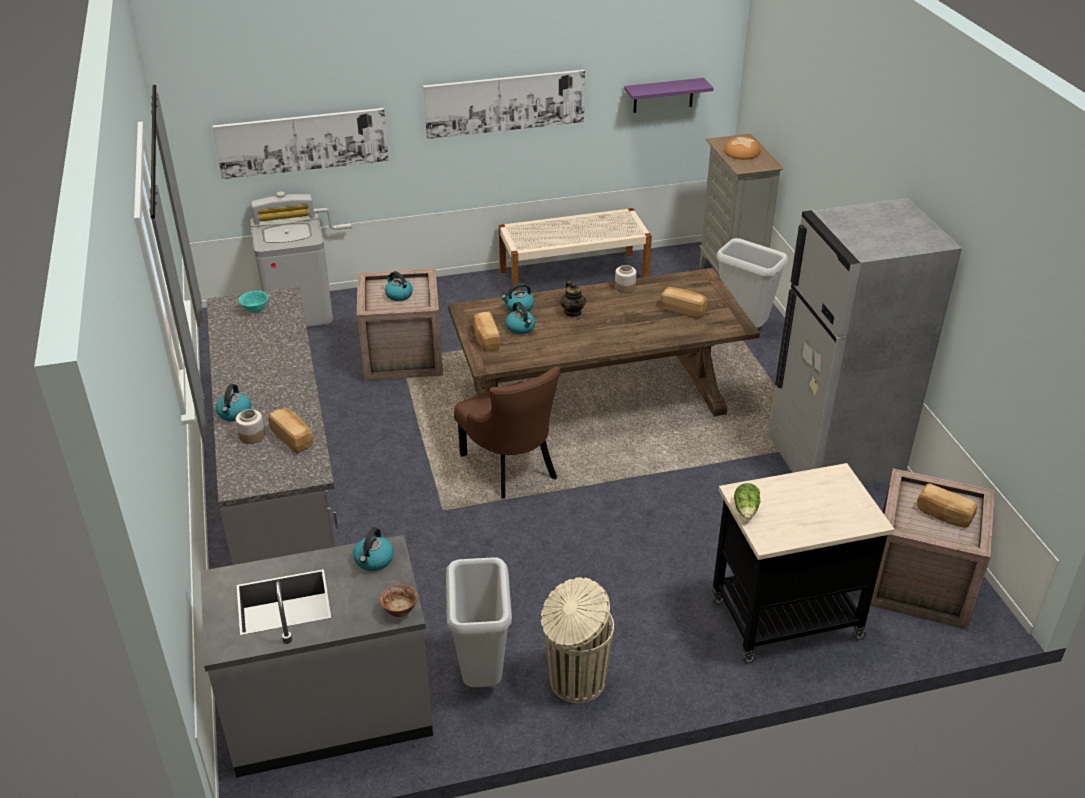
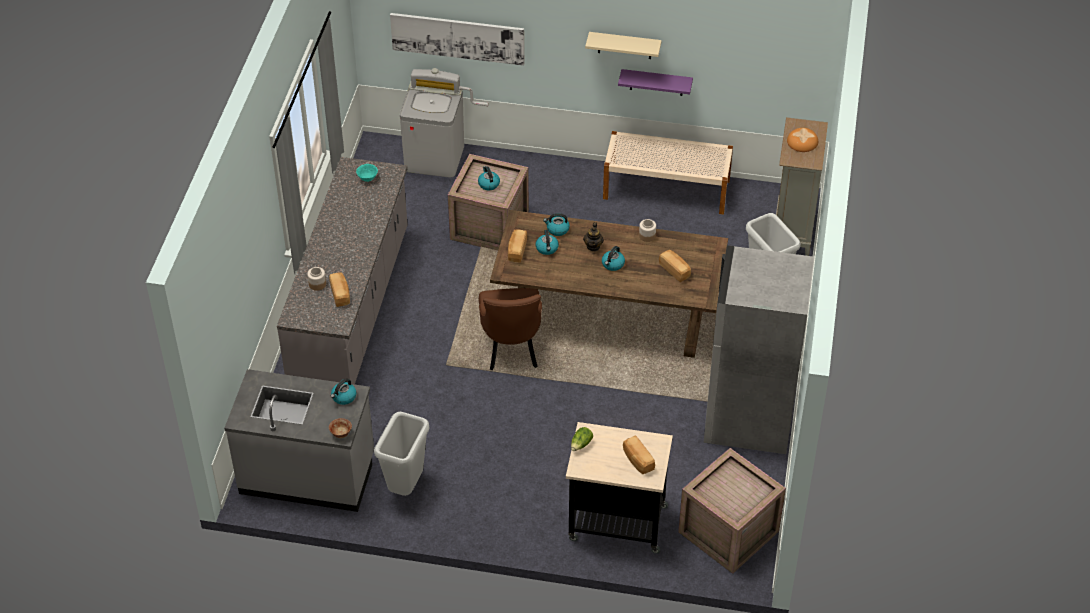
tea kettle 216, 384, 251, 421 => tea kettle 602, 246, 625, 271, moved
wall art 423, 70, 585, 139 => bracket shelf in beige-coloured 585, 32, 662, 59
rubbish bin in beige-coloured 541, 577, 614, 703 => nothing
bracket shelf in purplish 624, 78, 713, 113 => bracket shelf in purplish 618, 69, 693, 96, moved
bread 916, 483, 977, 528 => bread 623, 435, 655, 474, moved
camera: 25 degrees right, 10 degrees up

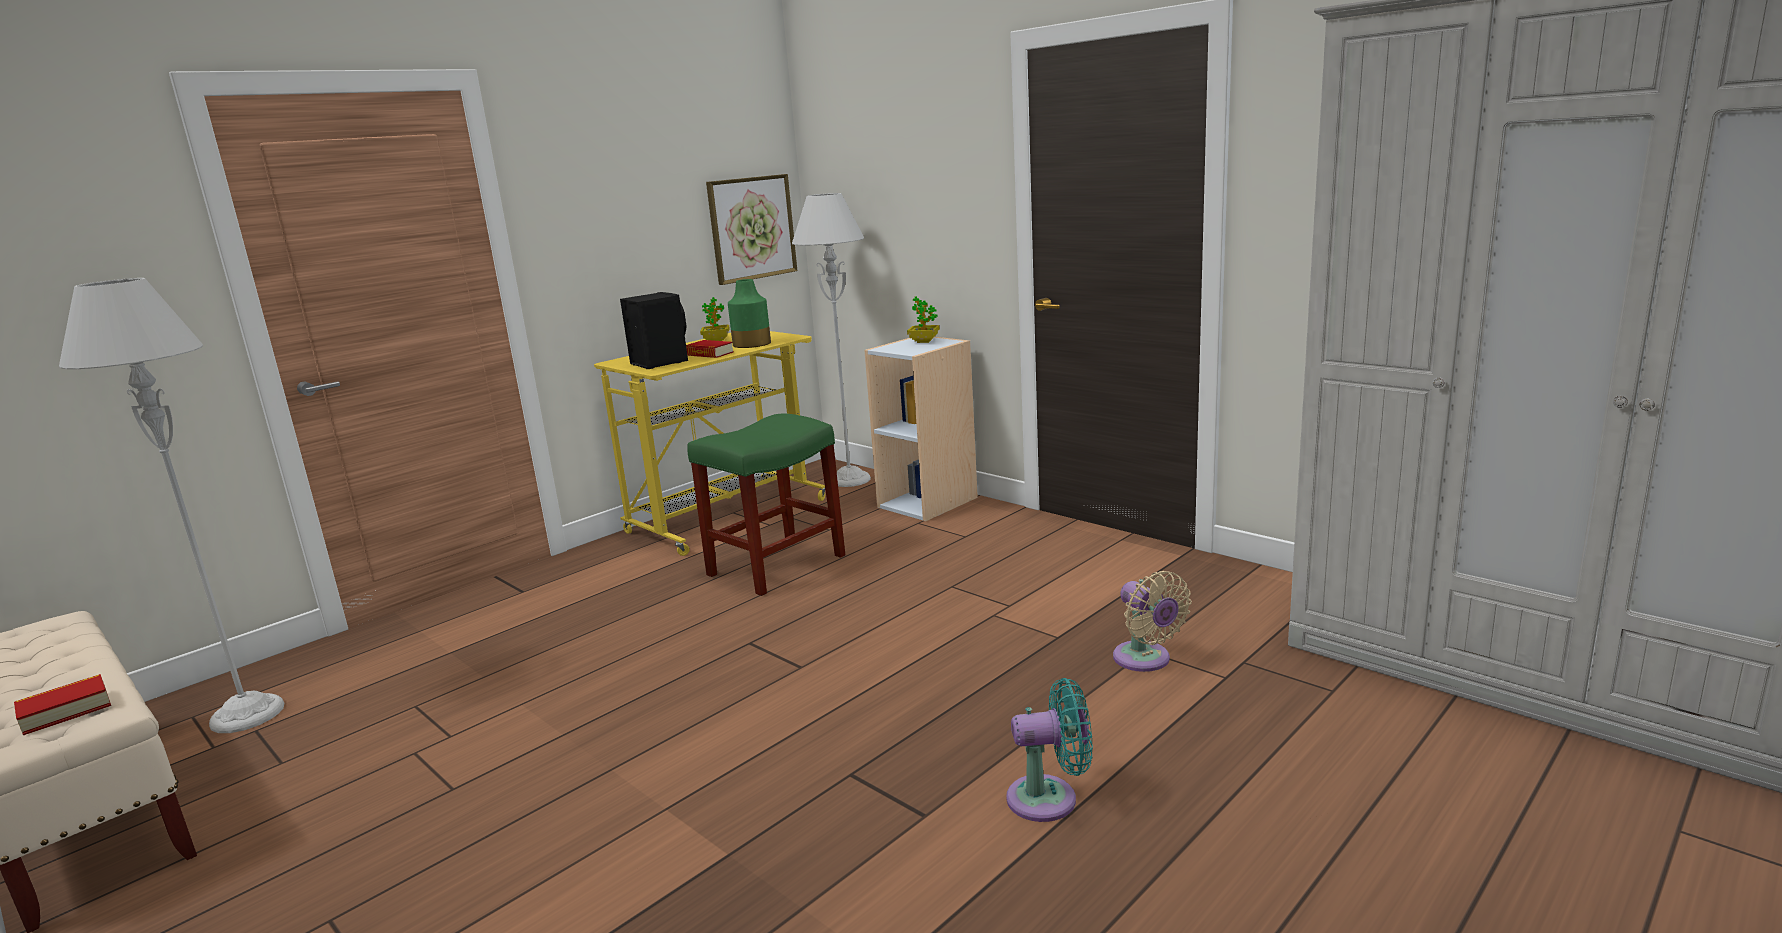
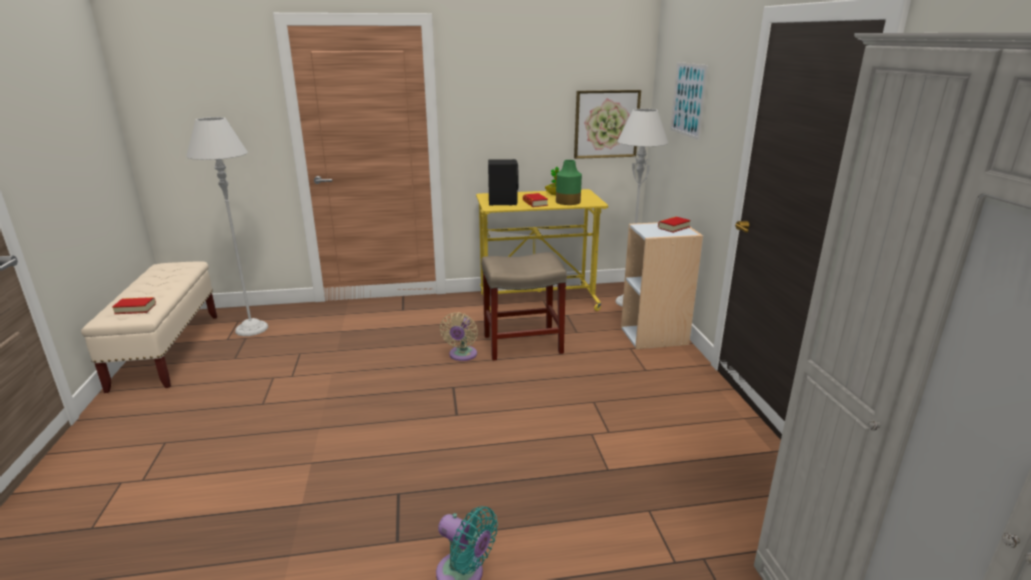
sitting stool in green-coloured 687, 414, 845, 596 => sitting stool in beige-coloured 481, 252, 567, 361
plant in a pot 907, 296, 940, 343 => book 658, 216, 691, 233
electric fan in beige-coloured 1113, 571, 1192, 672 => electric fan in beige-coloured 440, 312, 478, 361, moved
nothing => wall art 670, 62, 708, 140
camera: 35 degrees right, 5 degrees up

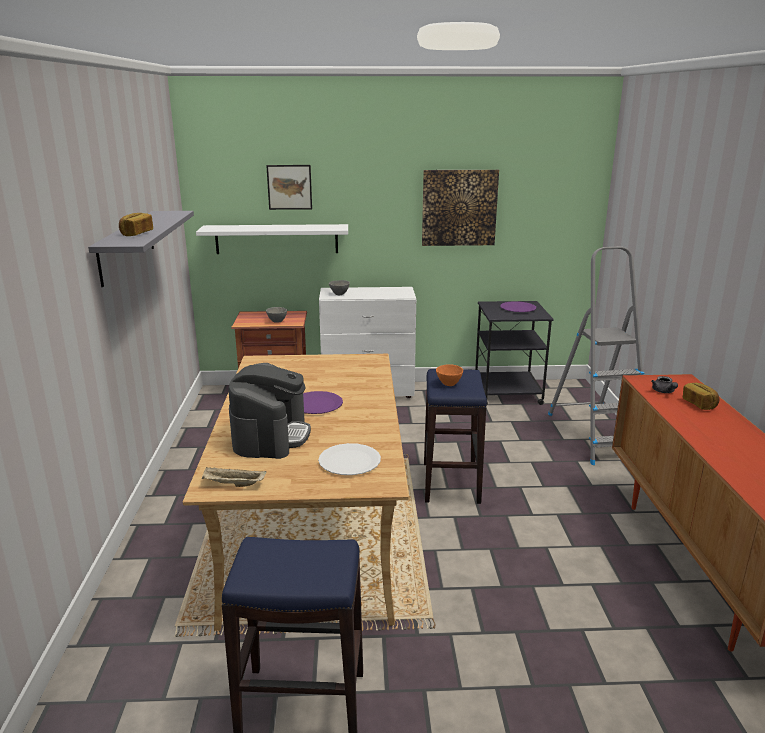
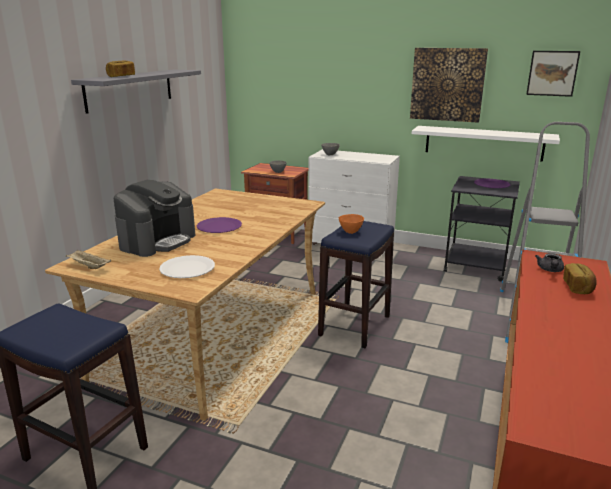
bracket shelf in whitish 196, 224, 348, 254 => bracket shelf in whitish 412, 126, 560, 162, moved
wall art 266, 165, 312, 210 => wall art 526, 51, 580, 97, moved
camera: 25 degrees right, 0 degrees up

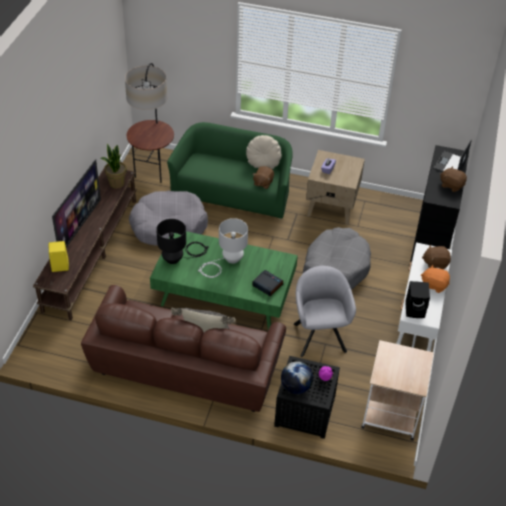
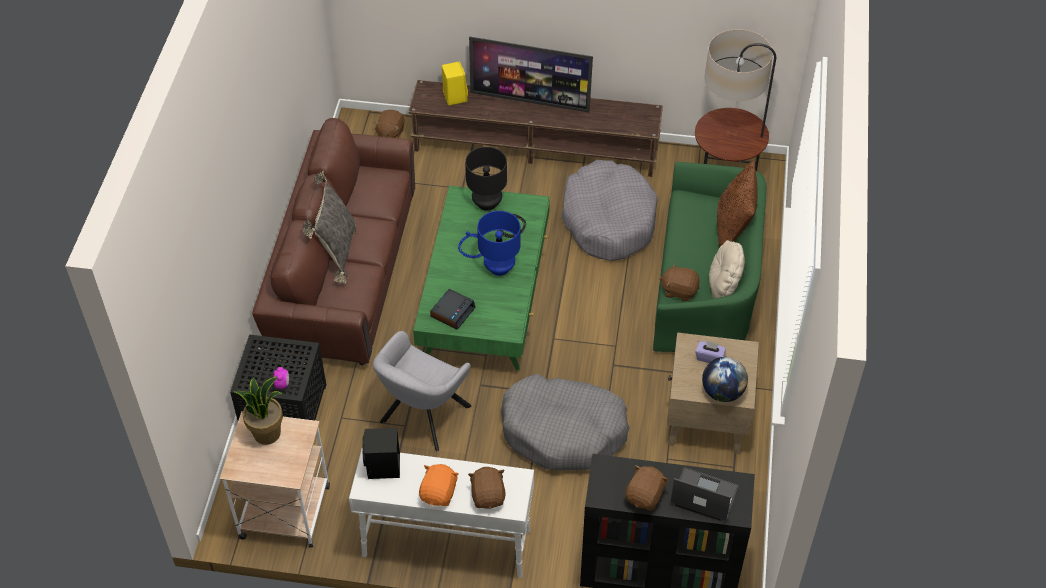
plant in a pot 100, 144, 127, 189 => plant in a pot 233, 377, 283, 445, moved
table lamp in whitish 198, 218, 248, 278 => table lamp in blue 458, 211, 521, 276
world globe 281, 361, 313, 394 => world globe 702, 357, 748, 402, moved
lounge chair in grey 294, 266, 356, 357 => lounge chair in grey 373, 331, 472, 451, 135 degrees clockwise
nothing => plush toy in brown 374, 110, 405, 138
nothing => cushion in brown 717, 160, 758, 247
camera: 85 degrees right, 5 degrees up

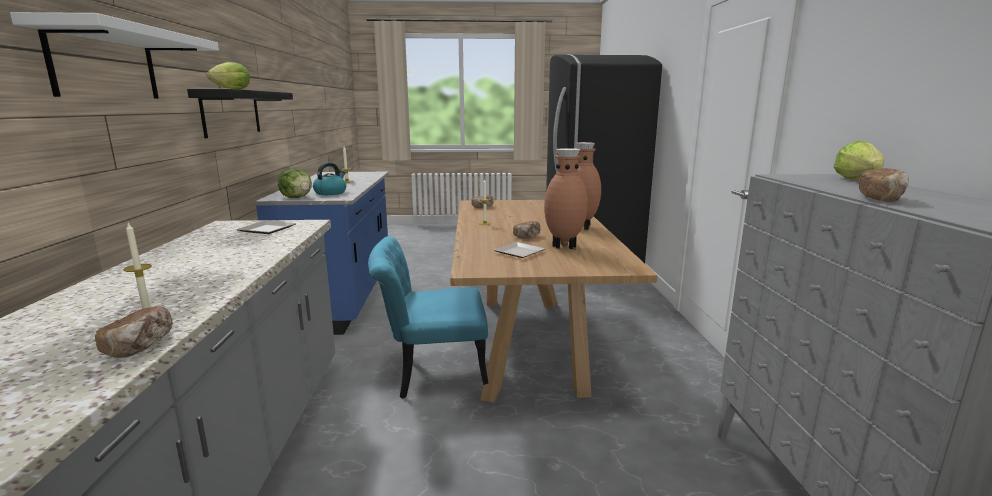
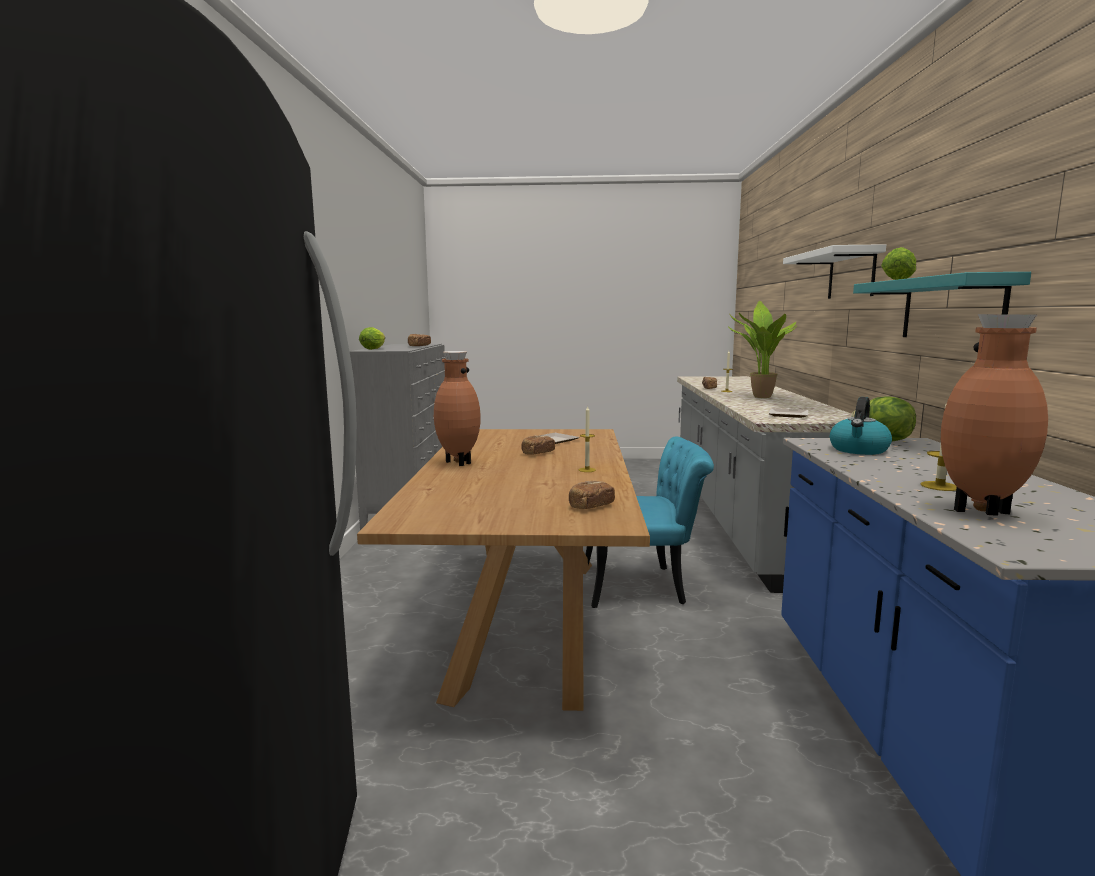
bracket shelf in black 187, 89, 293, 138 => bracket shelf in turquoise 853, 272, 1031, 337
flower vase in brown 544, 148, 588, 249 => flower vase in brown 941, 314, 1048, 516, moved
nothing => plant in a pot 728, 301, 797, 398
camera: 175 degrees left, 5 degrees down

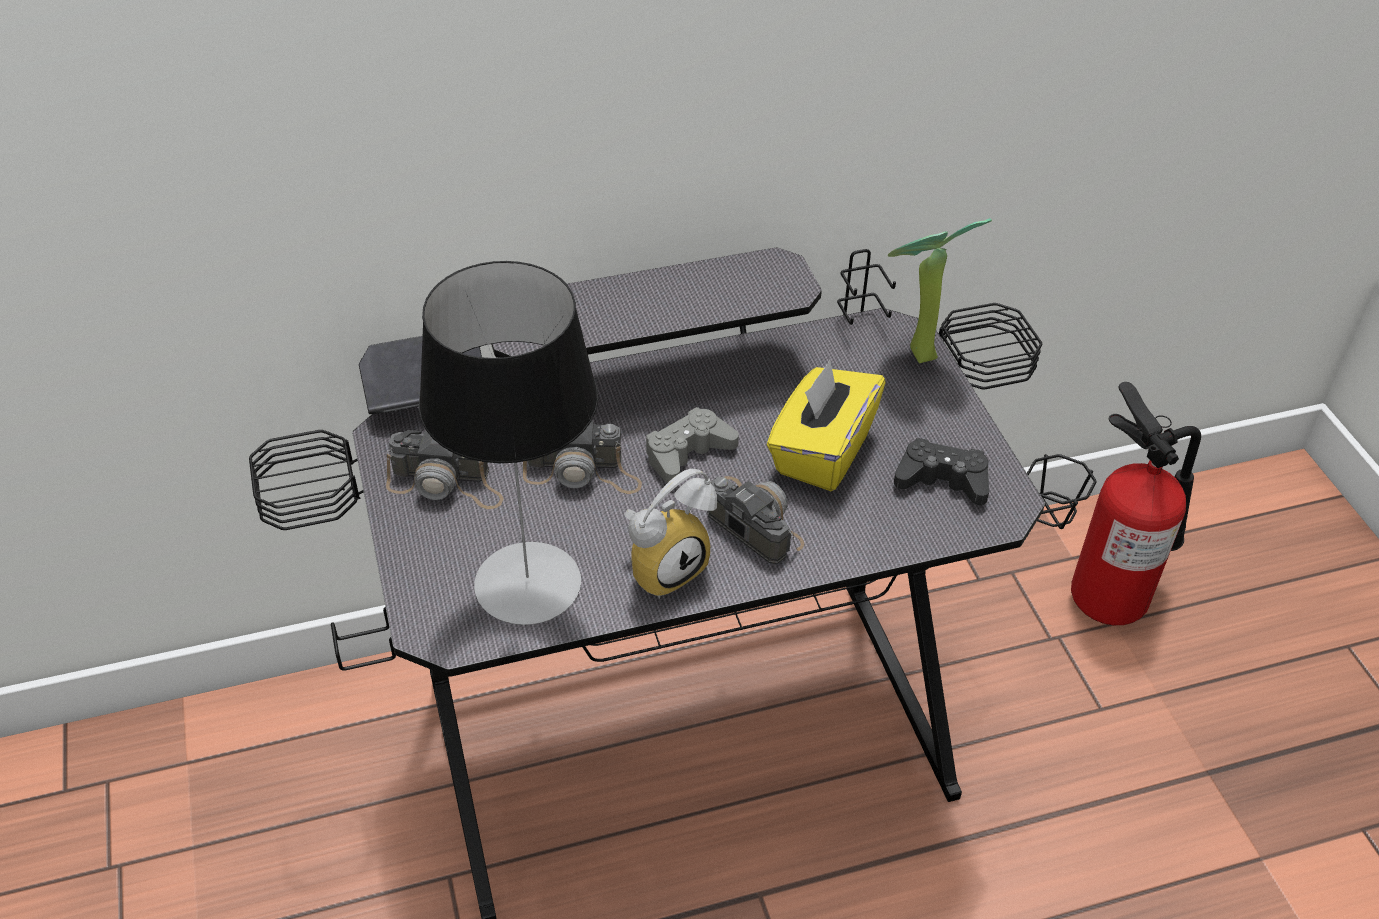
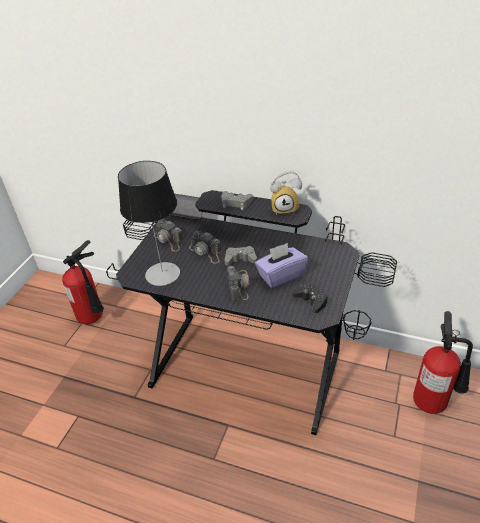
alarm clock 624, 469, 717, 599 => alarm clock 270, 171, 302, 215, moved
tissue box in yellow-coloured 767, 360, 886, 491 => tissue box in purplish 255, 243, 308, 288
plant in a pot 888, 218, 992, 363 => nothing
nothing => fire-fighting cylinder 62, 240, 104, 324
nothing => joypad in grey 221, 191, 253, 210
camera: 40 degrees right, 5 degrees down

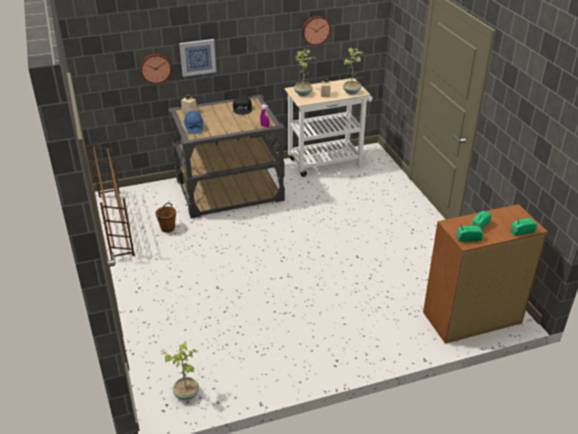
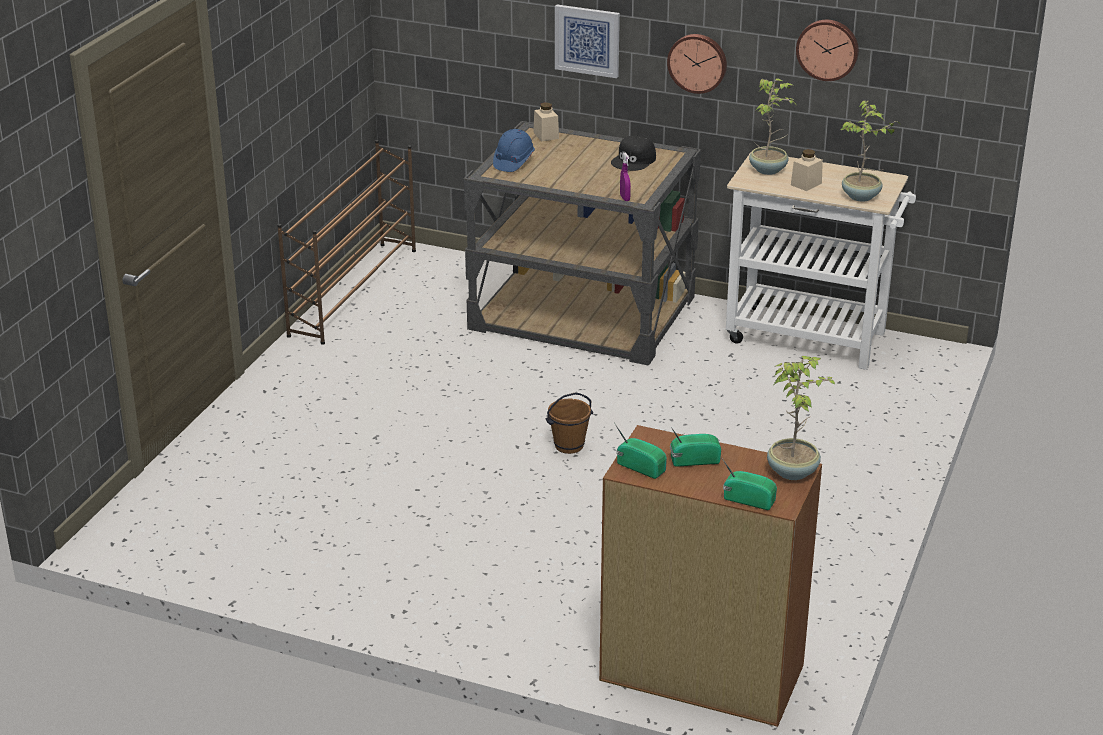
hanging clock 140, 54, 172, 84 => hanging clock 667, 34, 727, 94, moved
bucket in brown 155, 203, 176, 233 => bucket in brown 545, 393, 593, 454, moved
plant in a pot 163, 343, 199, 400 => plant in a pot 767, 356, 835, 480, moved
camera: 40 degrees right, 5 degrees down

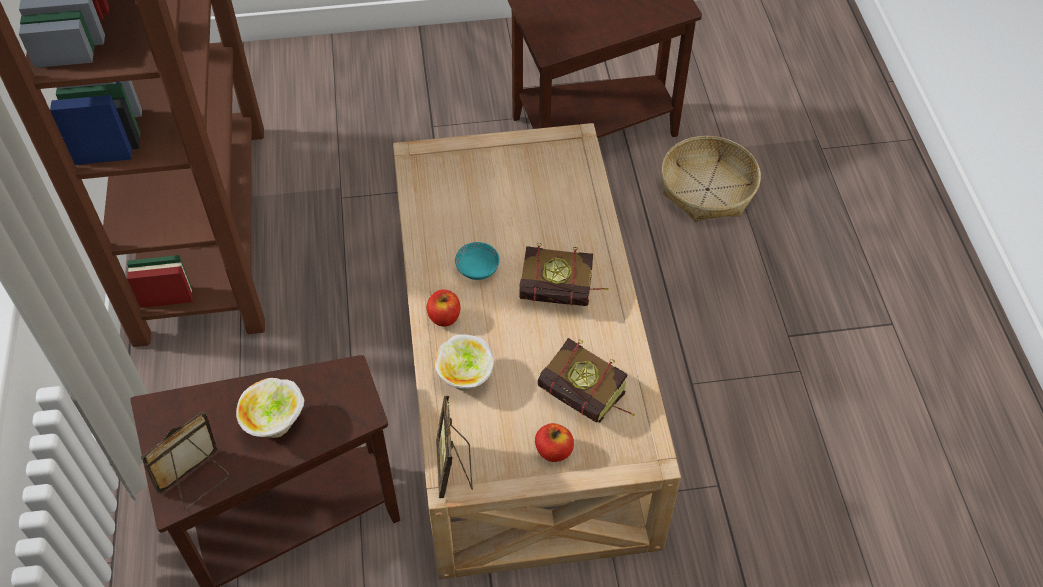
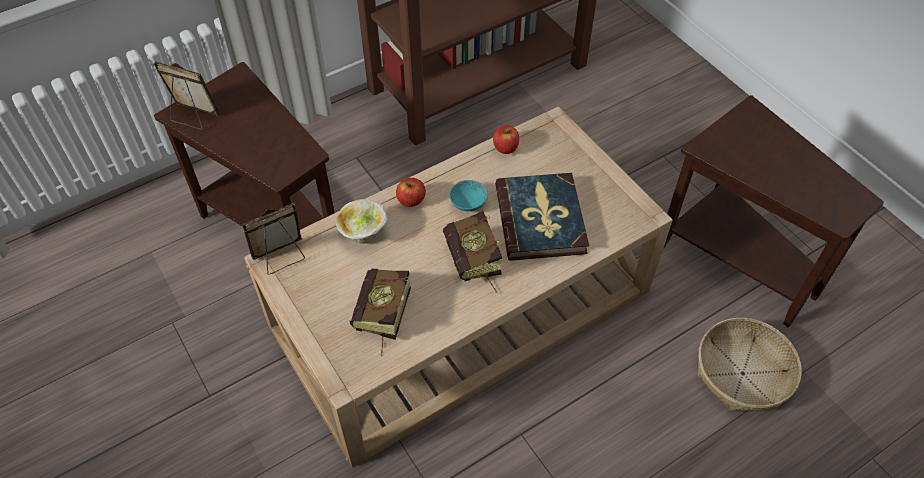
deep dish 236, 378, 304, 438 => nothing
apple 535, 423, 574, 462 => apple 493, 125, 519, 154, moved
nothing => book 495, 173, 589, 261
camera: 65 degrees right, 0 degrees up

